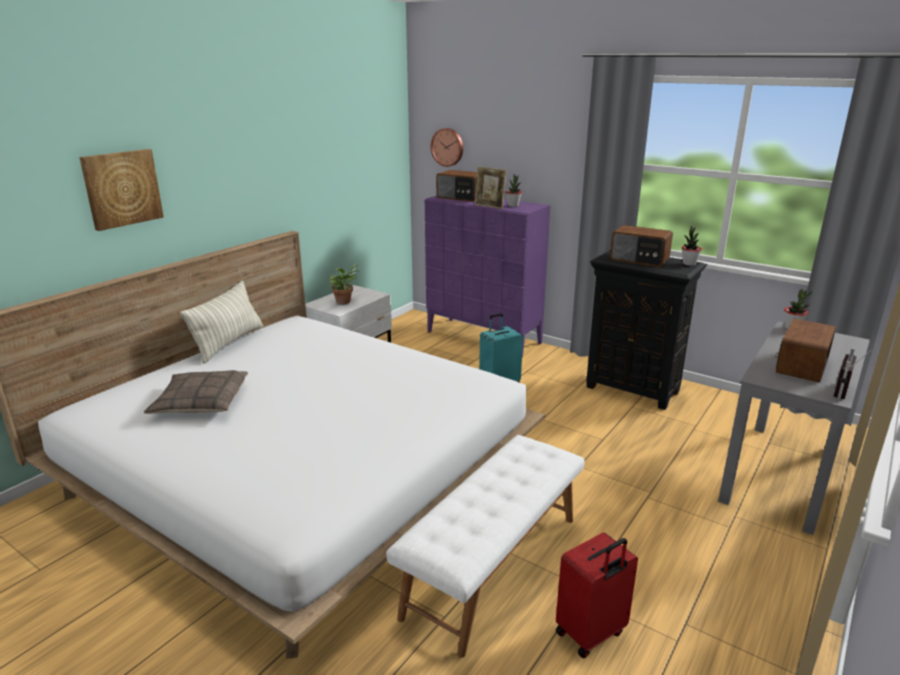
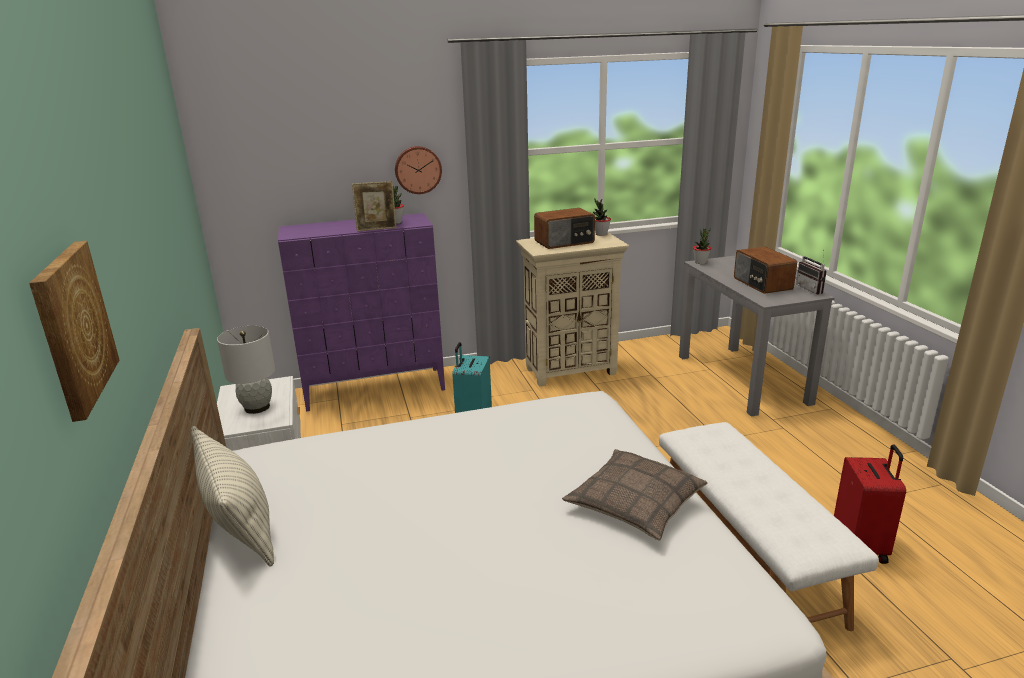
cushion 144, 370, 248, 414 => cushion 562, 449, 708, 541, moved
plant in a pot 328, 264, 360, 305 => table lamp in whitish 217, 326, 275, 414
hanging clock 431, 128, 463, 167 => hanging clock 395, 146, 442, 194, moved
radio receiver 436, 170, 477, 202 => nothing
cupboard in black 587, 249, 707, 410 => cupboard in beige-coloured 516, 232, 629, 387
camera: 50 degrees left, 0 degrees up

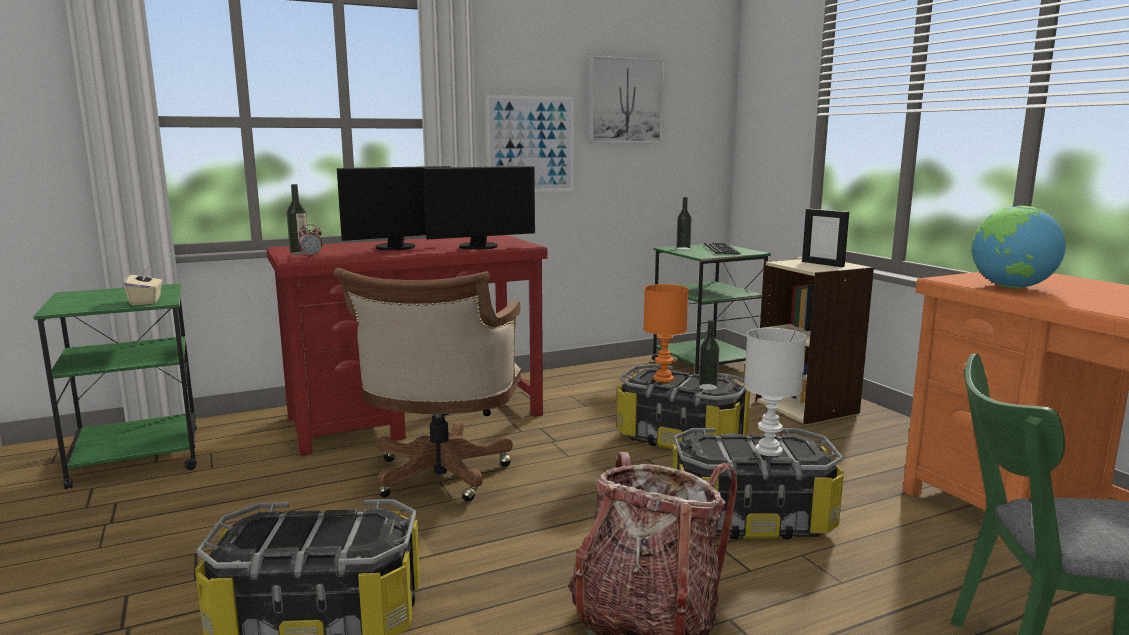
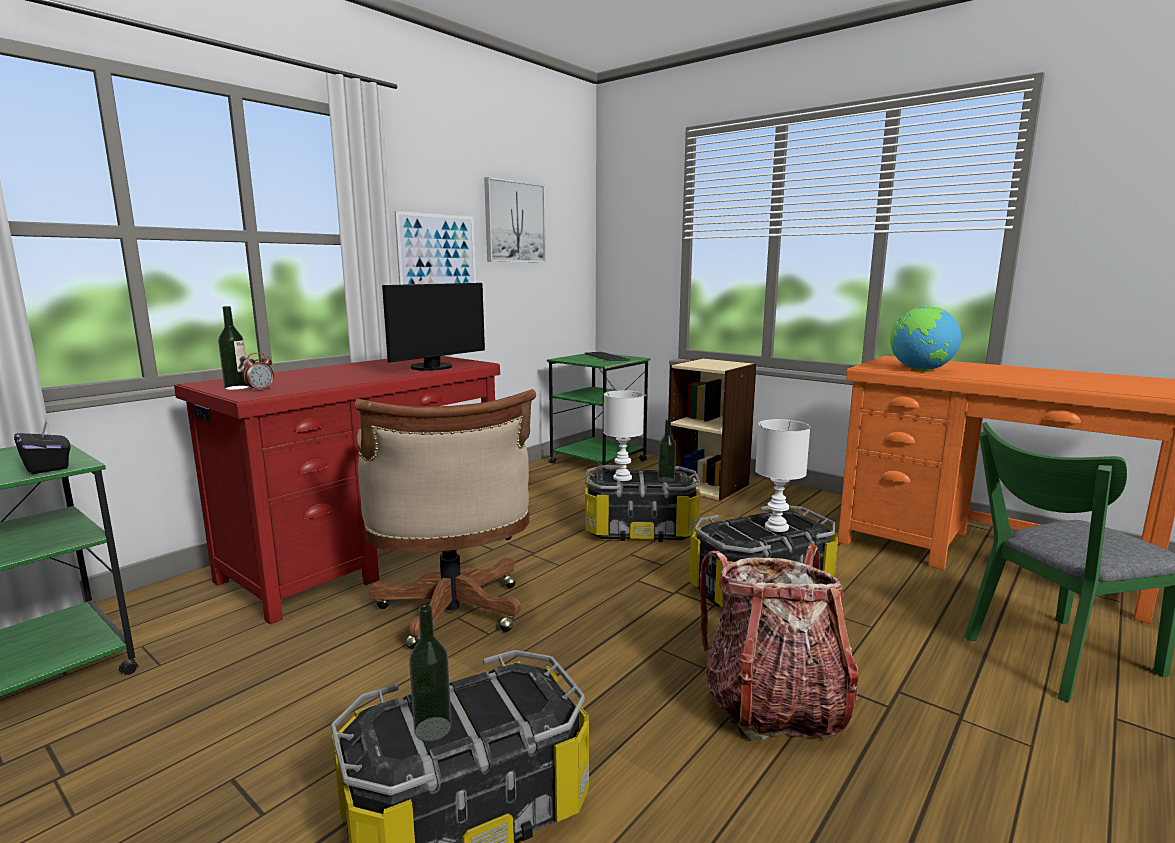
tissue box in beige-coloured 124, 267, 162, 305 => tissue box in black 14, 420, 70, 474
monitor 337, 166, 451, 250 => nothing
table lamp in orange 644, 284, 689, 382 => table lamp in whitish 603, 390, 644, 481
bottle 676, 197, 692, 250 => bottle 409, 605, 452, 742, moved
photo frame 802, 209, 849, 267 => nothing
camera: 25 degrees left, 0 degrees up

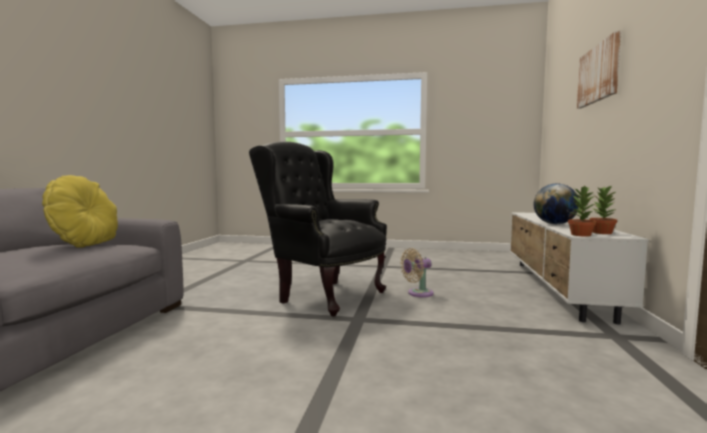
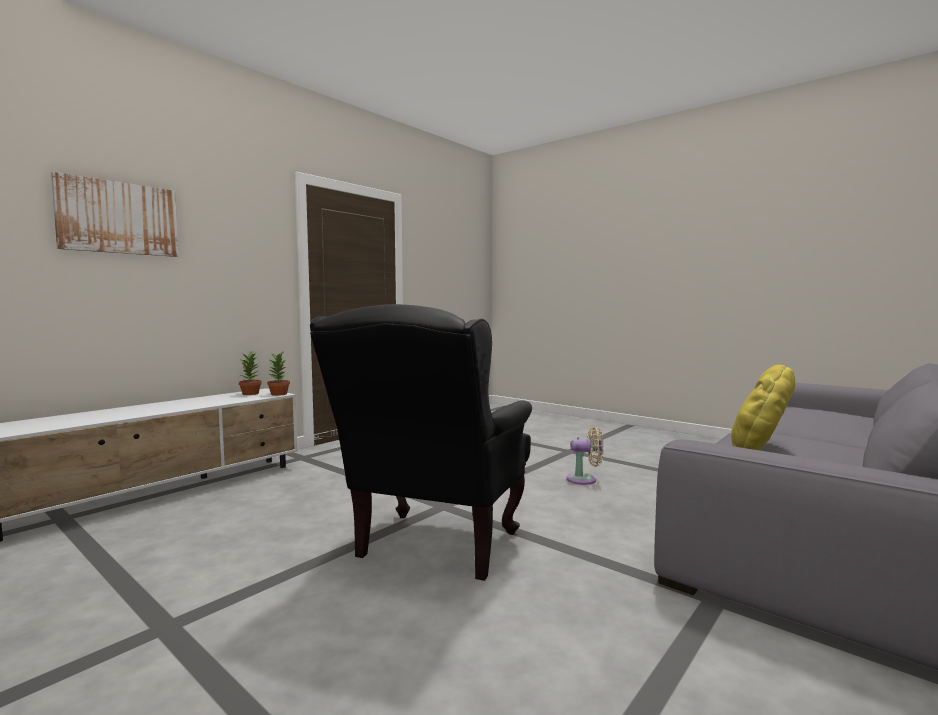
lounge chair in black 249, 141, 387, 316 => lounge chair in black 310, 304, 532, 581, 45 degrees clockwise
electric fan in beige-coloured 400, 248, 434, 297 => electric fan in beige-coloured 566, 427, 604, 485, moved
world globe 534, 183, 579, 224 => nothing
camera: 150 degrees left, 0 degrees up

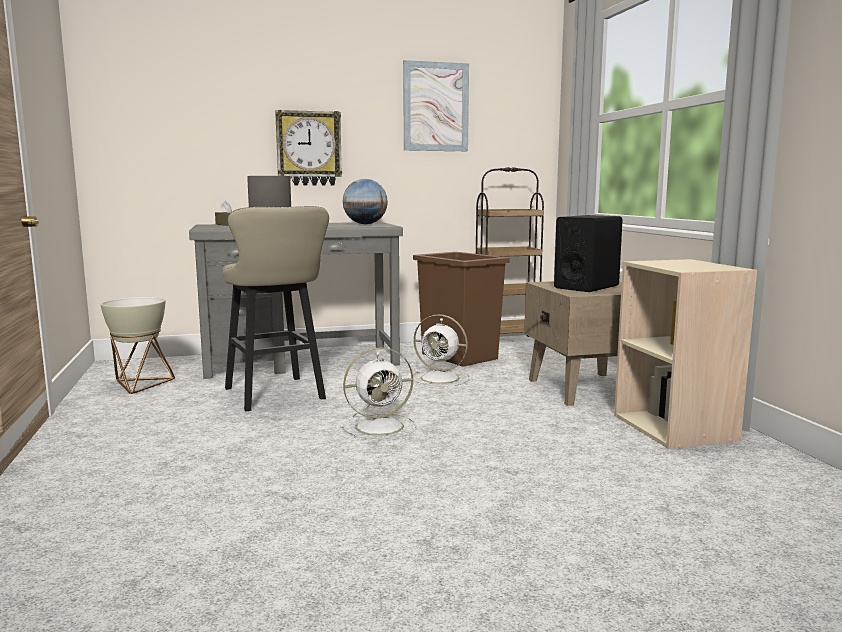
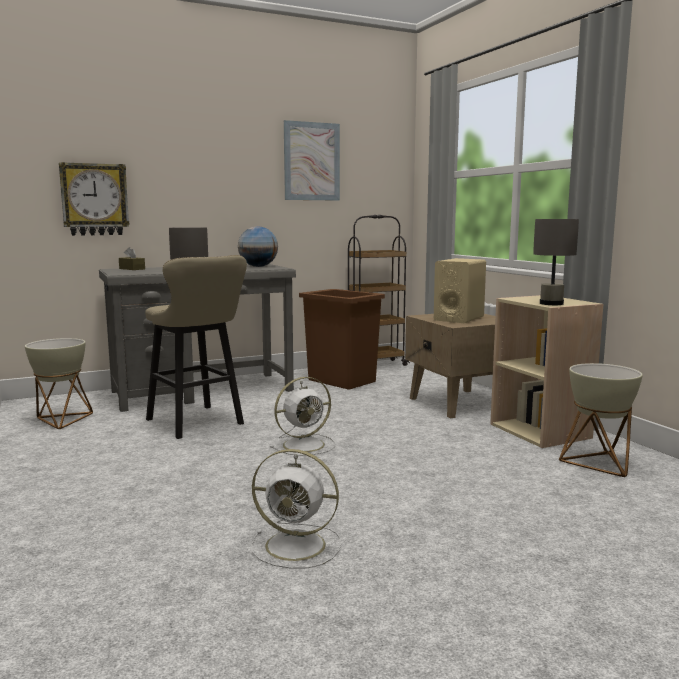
hanging clock 275, 110, 342, 186 => hanging clock 59, 162, 129, 236, moved
electric fan in whitish 413, 314, 470, 387 => electric fan in whitish 252, 449, 341, 569, moved
loudspeaker in black 554, 215, 623, 292 => loudspeaker in beige-coloured 434, 258, 486, 323
nothing => table lamp in grey 533, 219, 579, 305
nothing => flower pot 559, 363, 643, 477
camera: 10 degrees left, 0 degrees up

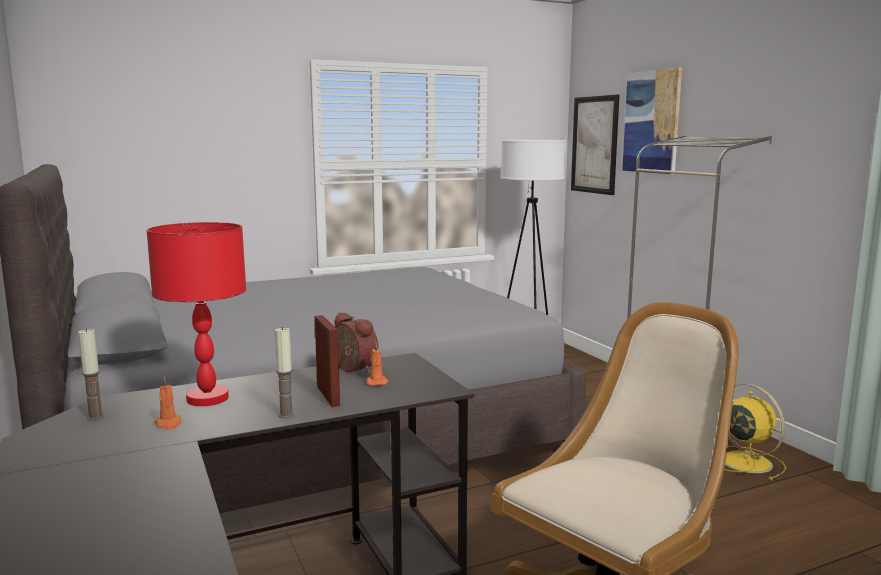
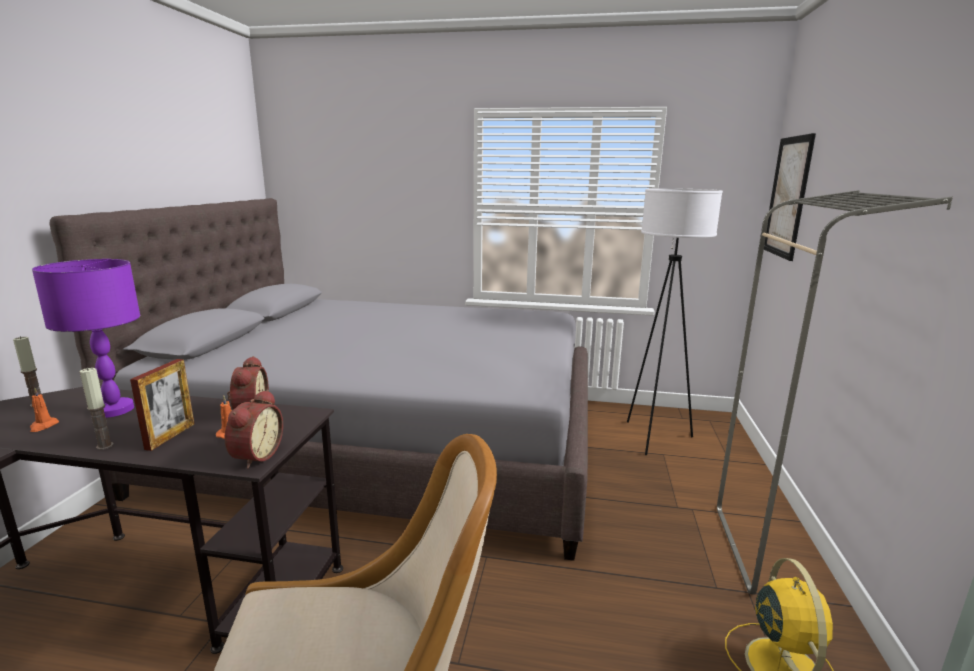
table lamp in red-coloured 146, 222, 246, 406 => table lamp in purplish 32, 259, 140, 418
wall art 622, 67, 682, 174 => nothing
nothing => alarm clock 225, 389, 283, 469
camera: 35 degrees right, 5 degrees up

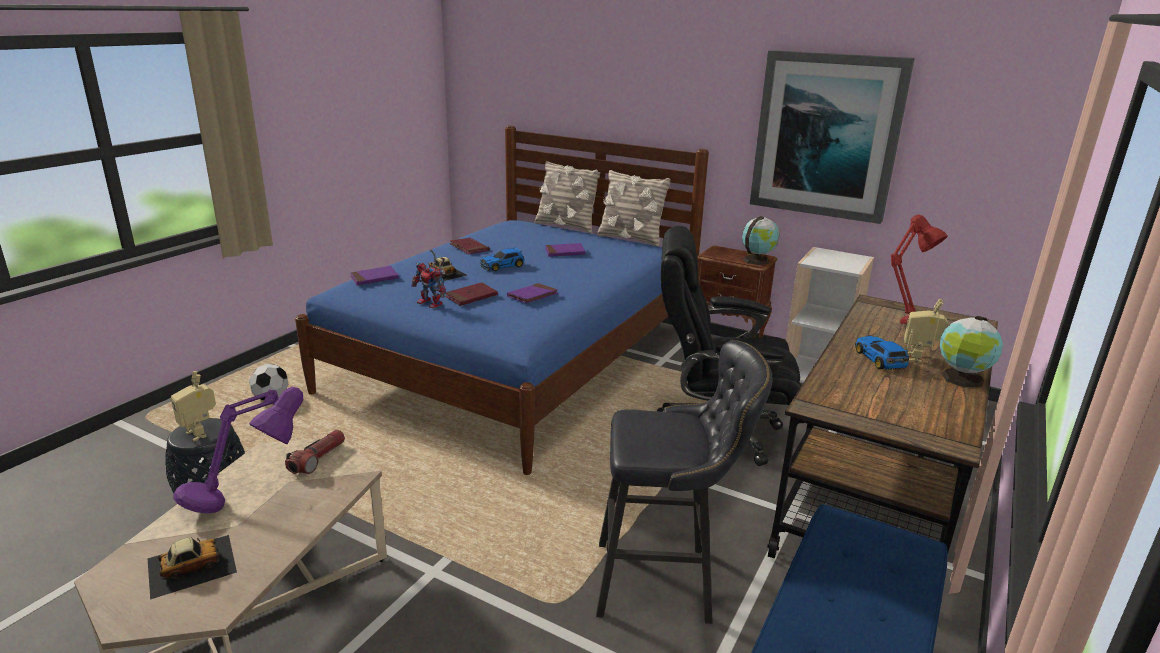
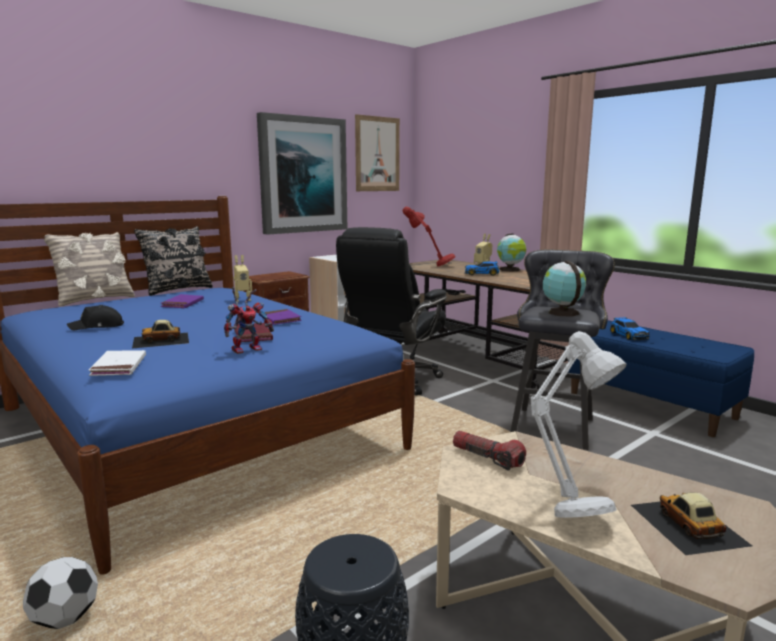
toy robot 171, 371, 216, 441 => toy robot 233, 255, 252, 302, moved
table lamp in purplish 173, 387, 303, 513 => table lamp in grey 531, 331, 626, 518
book in purplish 350, 266, 399, 286 => book in whitish 89, 350, 146, 376
book in red-coloured 450, 238, 490, 254 => peaked cap in black 67, 305, 124, 331
toy car 480, 247, 525, 271 => toy car 610, 317, 650, 340, moved
cushion in beige-coloured 597, 170, 670, 247 => cushion in black 134, 226, 213, 296
world globe 742, 216, 780, 265 => world globe 543, 261, 586, 317, moved
nothing => wall art 355, 114, 400, 191
camera: 70 degrees left, 10 degrees down

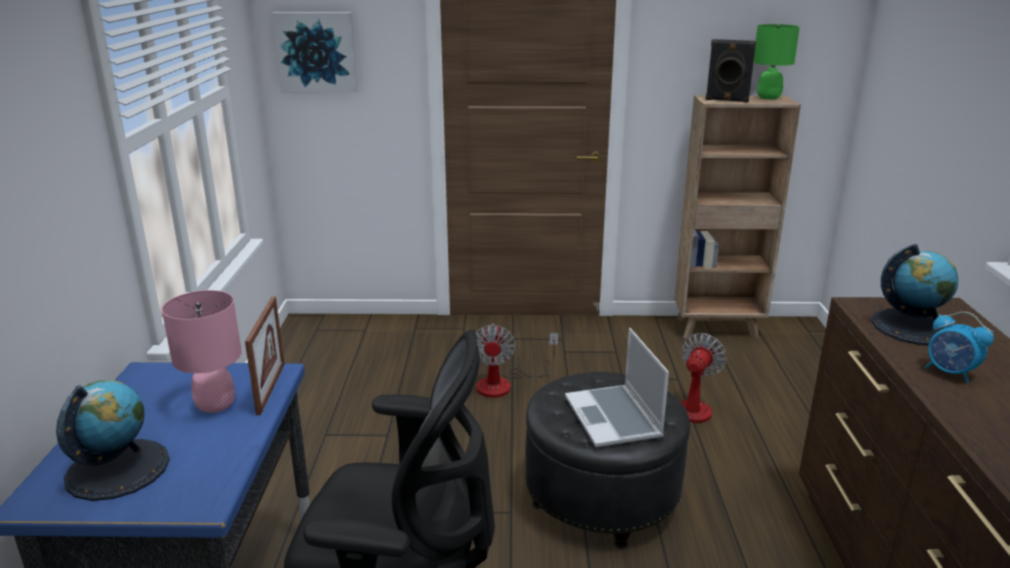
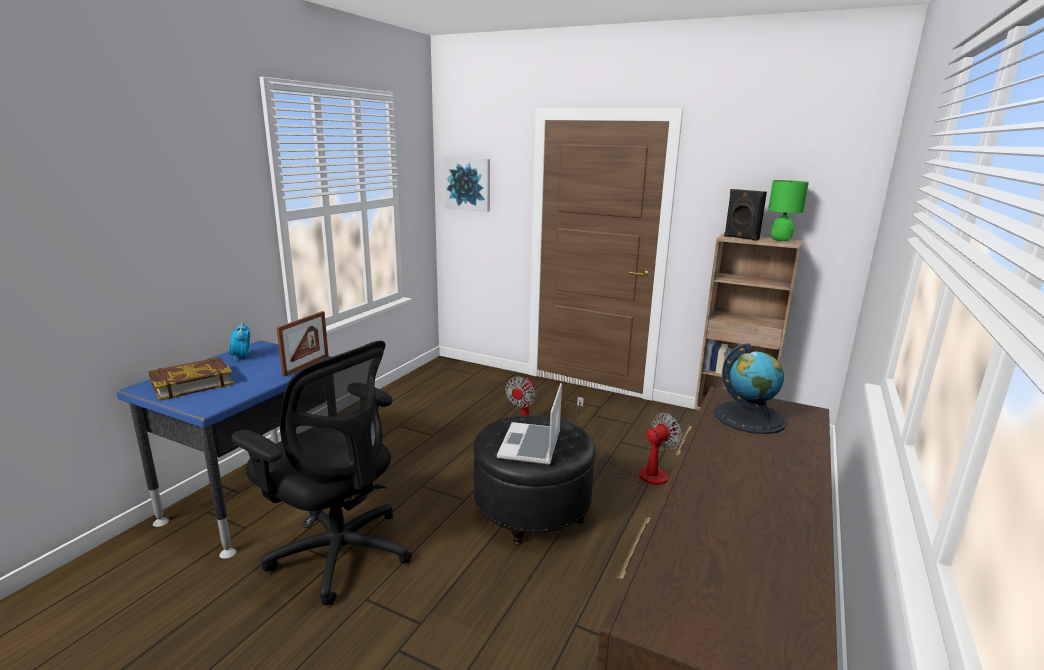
world globe 56, 380, 170, 501 => book 149, 357, 234, 401
table lamp in pink-coloured 162, 290, 242, 413 => nothing
alarm clock 925, 312, 994, 383 => alarm clock 230, 322, 250, 362, moved
camera: 25 degrees right, 5 degrees down

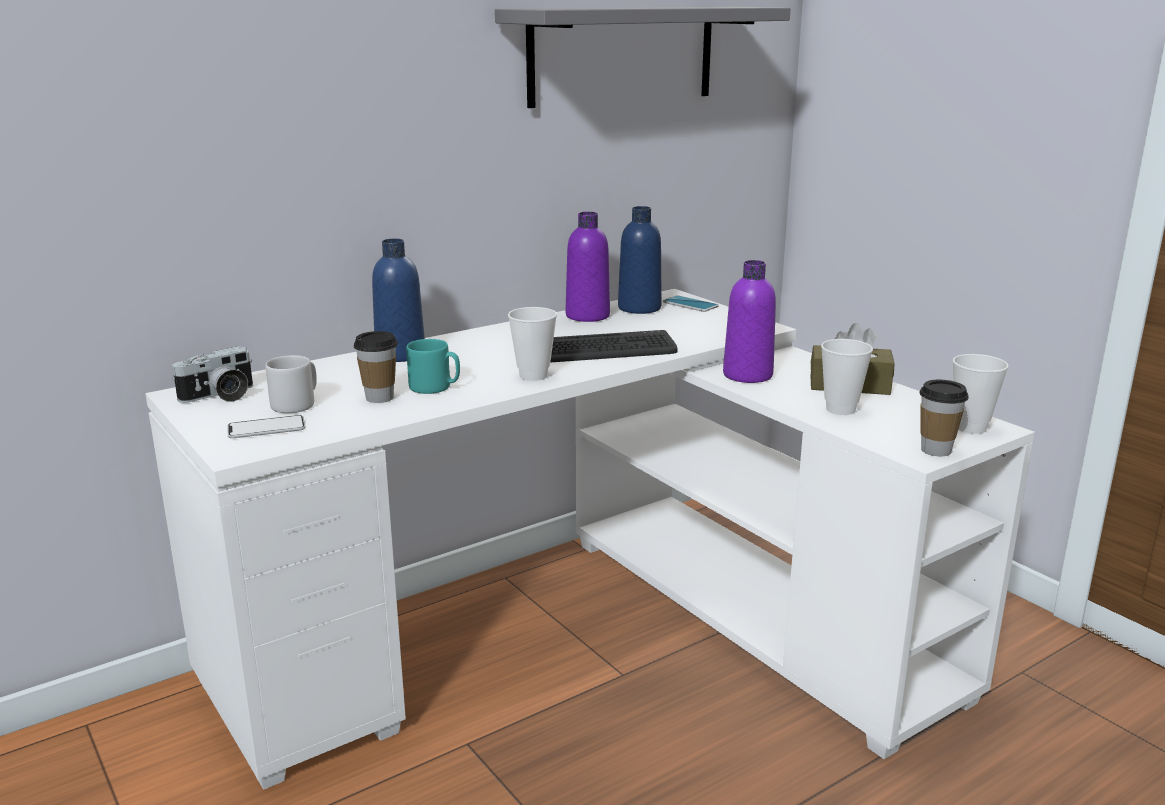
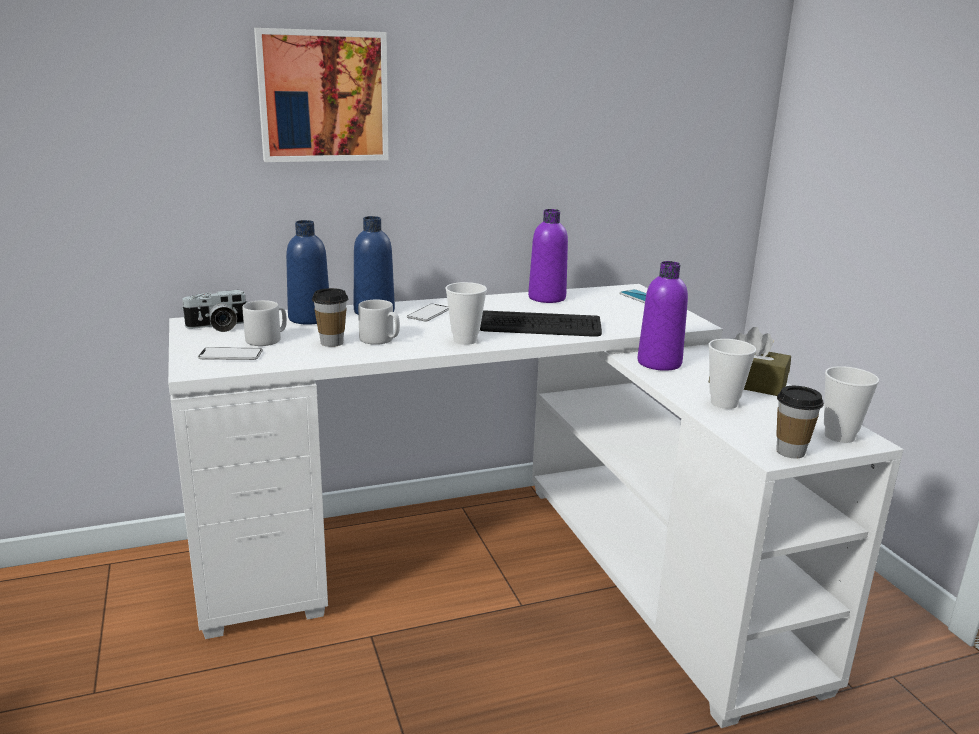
tea mug in turquoise 406, 339, 460, 394 => tea mug in grey 358, 300, 400, 345
bracket shelf in grey 495, 7, 791, 108 => nothing
bottle in blue 618, 206, 662, 314 => bottle in blue 286, 220, 329, 325, moved
nothing => wall art 254, 28, 388, 162
nothing => telephone 407, 304, 449, 321
camera: 15 degrees right, 0 degrees up

